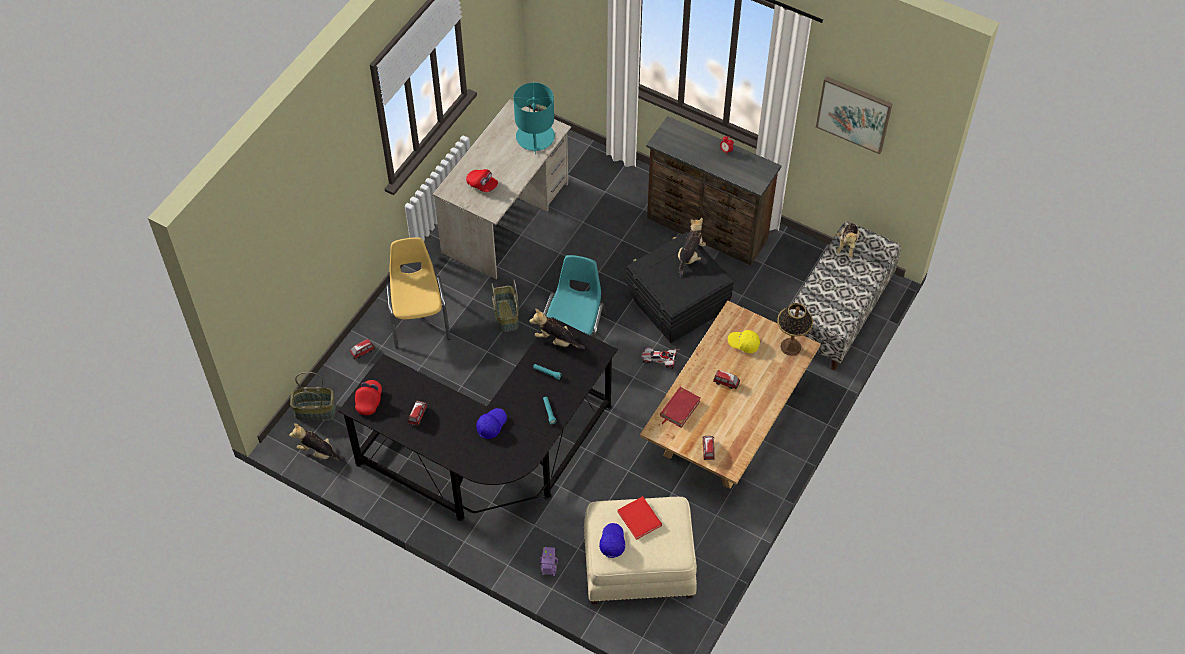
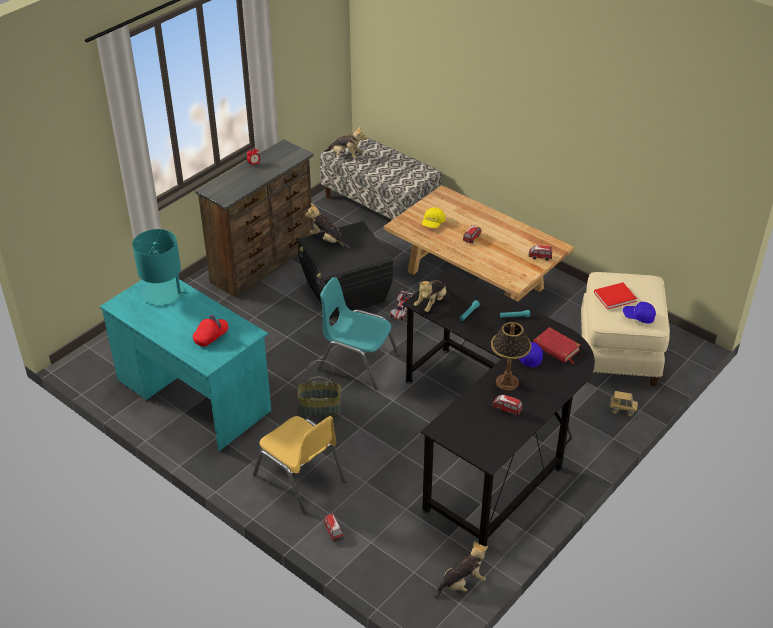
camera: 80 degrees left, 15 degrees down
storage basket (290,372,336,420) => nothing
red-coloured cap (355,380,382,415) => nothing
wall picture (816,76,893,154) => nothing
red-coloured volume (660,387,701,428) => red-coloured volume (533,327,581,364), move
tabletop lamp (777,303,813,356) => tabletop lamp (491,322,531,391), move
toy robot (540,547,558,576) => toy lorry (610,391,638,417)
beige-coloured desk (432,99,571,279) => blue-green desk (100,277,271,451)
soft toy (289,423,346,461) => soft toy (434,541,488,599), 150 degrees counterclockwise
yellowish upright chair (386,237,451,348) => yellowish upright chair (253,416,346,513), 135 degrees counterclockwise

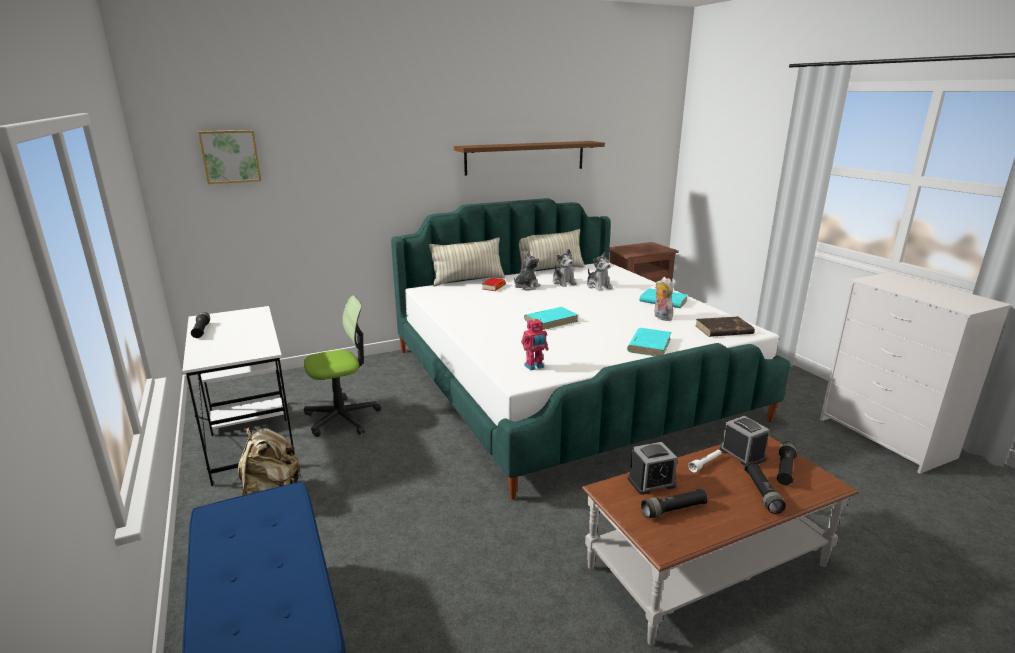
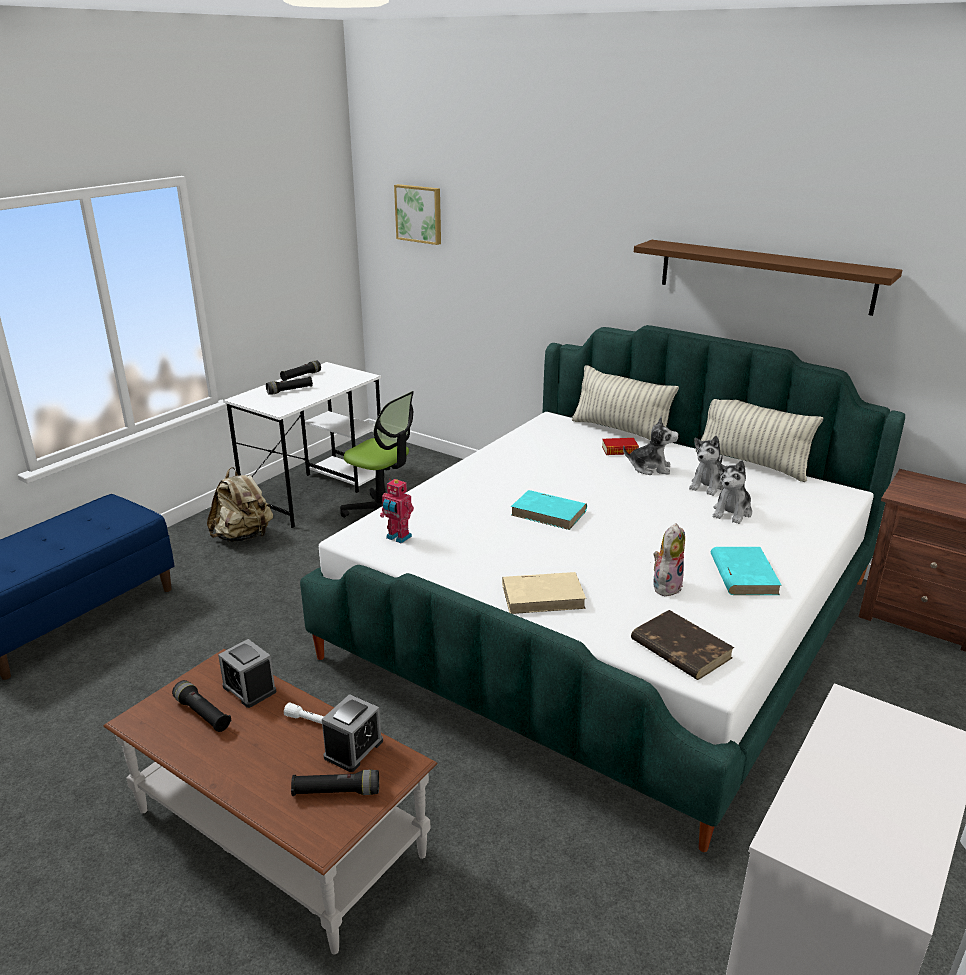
camera: 60 degrees right, 5 degrees up
black-coloured flashlight (744,462,786,514) => black-coloured flashlight (266,376,313,395), move
blue-green volume (627,328,671,356) => beige-coloured volume (502,572,586,614)

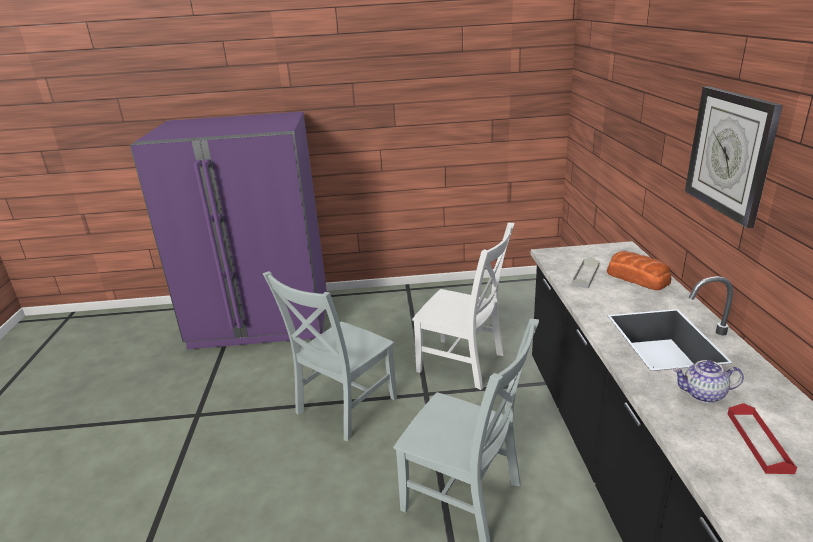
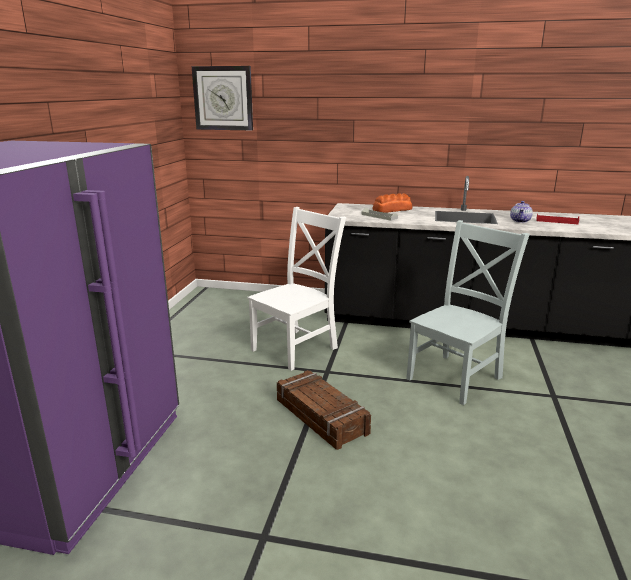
camera: 75 degrees left, 5 degrees down
clock on the wall (685,86,783,228) => clock on the wall (192,66,253,130), move
grey upright chair (262,271,397,441) => crate (277,370,371,450)

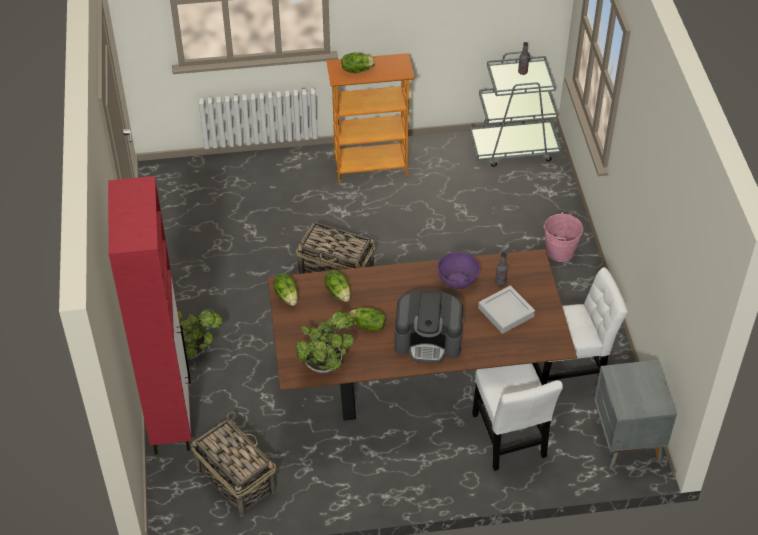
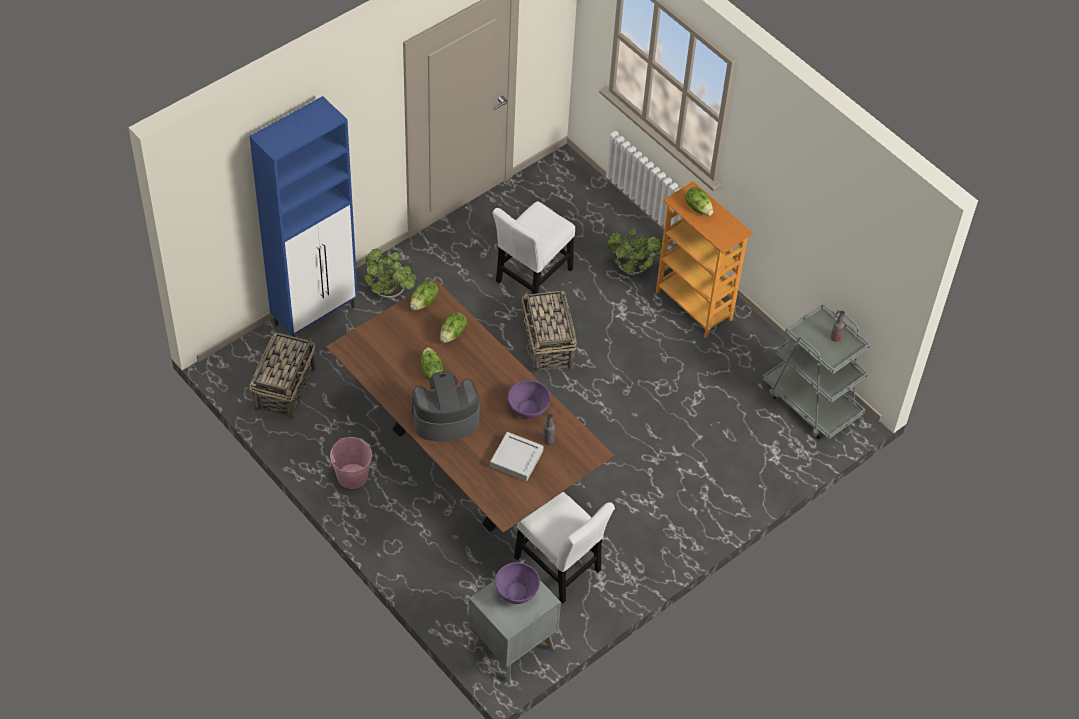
camera: 55 degrees right, 5 degrees up
nothing => purple deep dish (495,562,540,604)
plant in a pot (296,311,354,373) => plant in a pot (607,228,668,275), move
white-coloured upright chair (472,363,563,471) => white-coloured upright chair (493,201,575,294), move
pink-coloured water bucket (544,212,583,262) => pink-coloured water bucket (330,437,372,489), move
red-coloured storage cabinet (108,176,192,455) => blue storage cabinet (249,96,358,337)
coffee maker (394,290,463,363) => coffee maker (412,371,480,442), 105 degrees clockwise

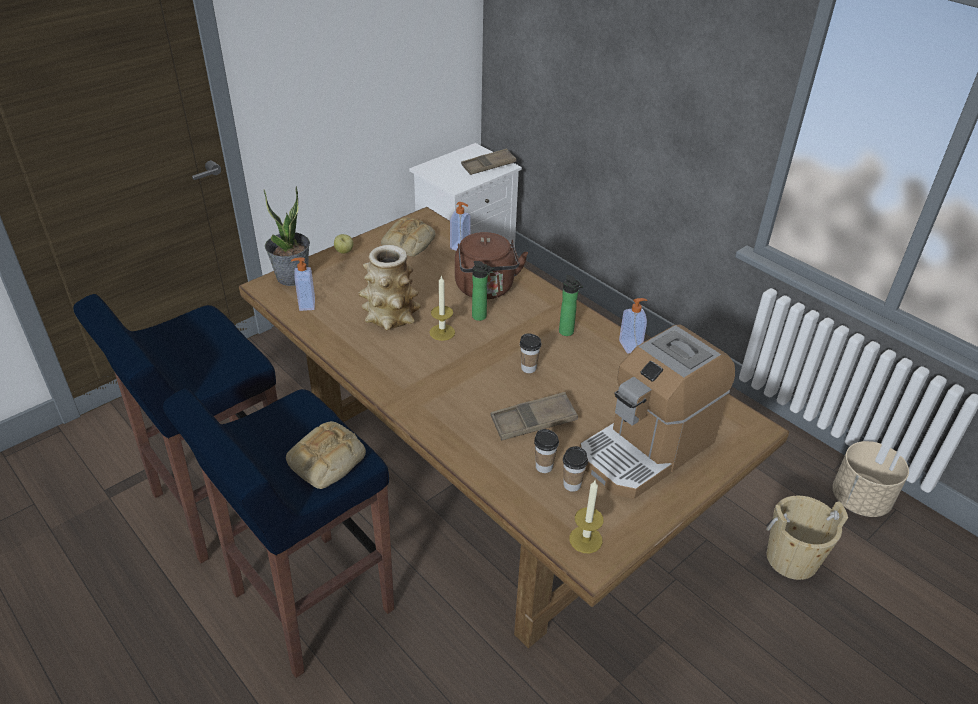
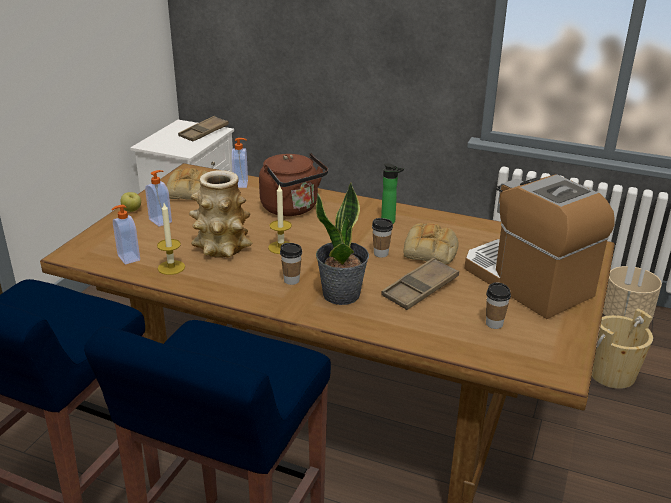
camera: 25 degrees left, 10 degrees down
drink bottle (472,261,494,321) => nothing
plant in a pot (264,186,310,286) => plant in a pot (316,182,369,305), move
baked bread (286,421,366,489) => baked bread (404,223,459,264), move
small cup (534,429,559,473) => small cup (280,243,302,285), move
candle (569,480,604,553) => candle (157,203,185,275), move
soap bottle (619,298,648,354) => soap bottle (145,170,172,227), move
coffee maker (580,325,735,499) => coffee maker (464,175,615,319), 120 degrees clockwise

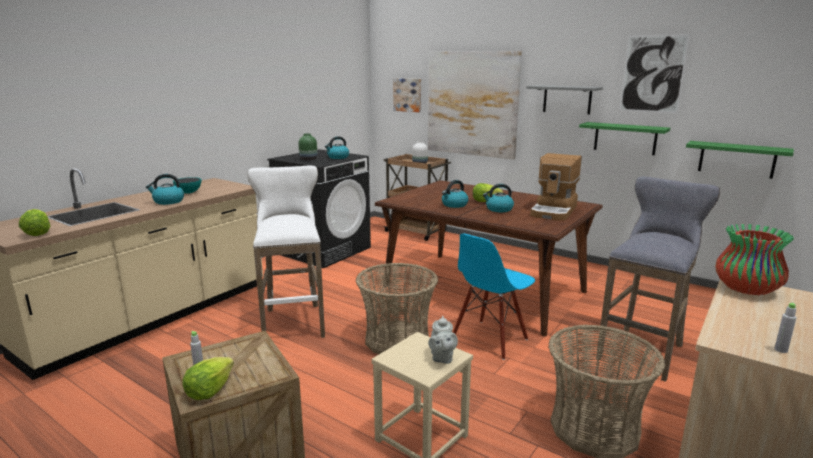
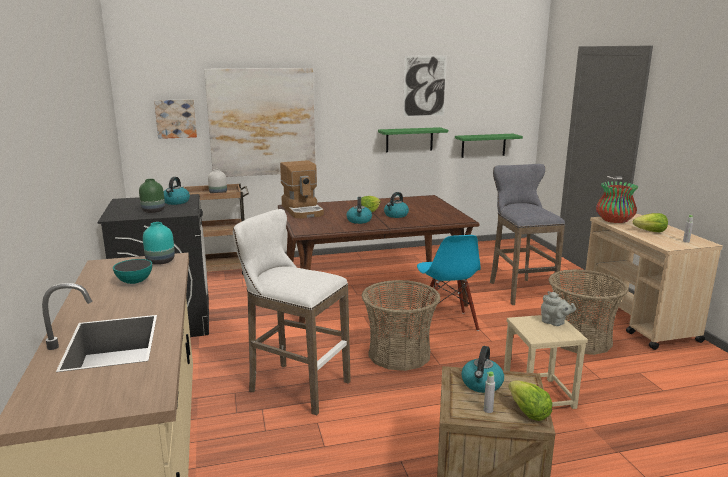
camera: 50 degrees left, 0 degrees up
grey wall shelf (526,85,603,115) => nothing
nothing => blue-green decorative vase (143,222,175,265)
head of lettuce (19,209,50,236) => head of lettuce (633,213,668,233), move
water kettle (146,174,184,205) => water kettle (461,346,504,393), move
coffee maker (530,153,582,221) => coffee maker (280,160,324,219), move

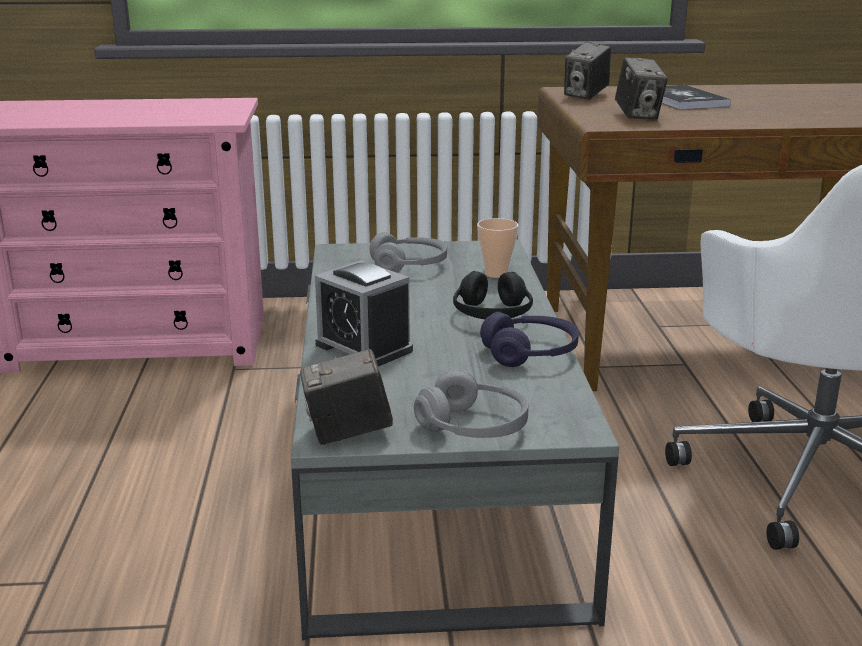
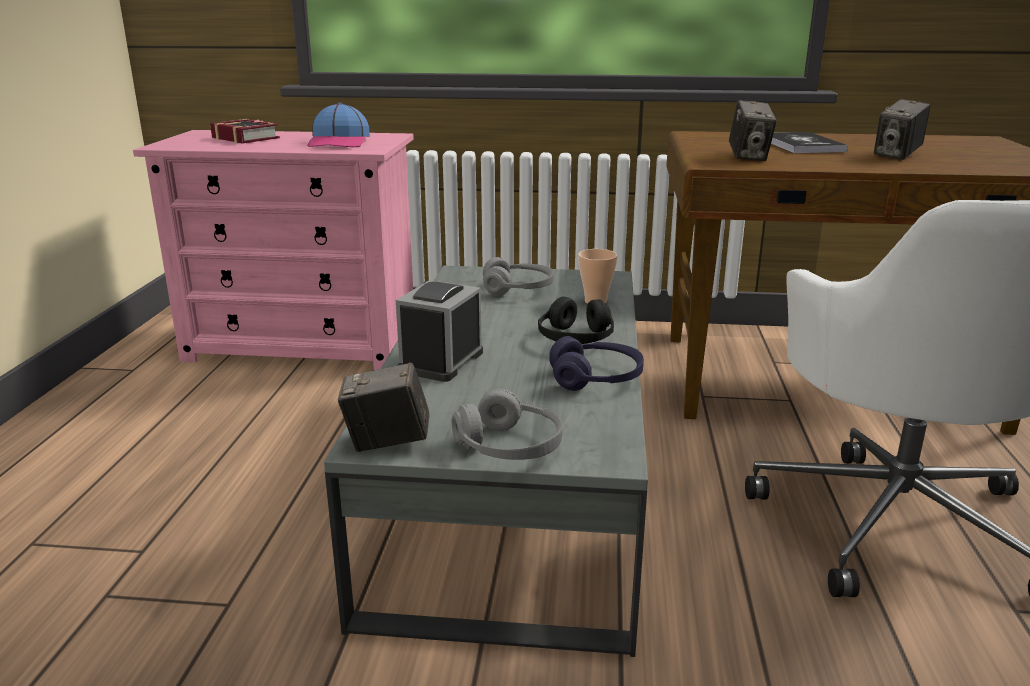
camera: 10 degrees right, 0 degrees up
nothing => volume (210,119,280,143)
nothing => cap (307,103,370,147)
photo camera (564,42,611,100) => photo camera (874,99,930,160), move
bedside clock (315,261,413,367) => bedside clock (396,280,483,382), 60 degrees clockwise

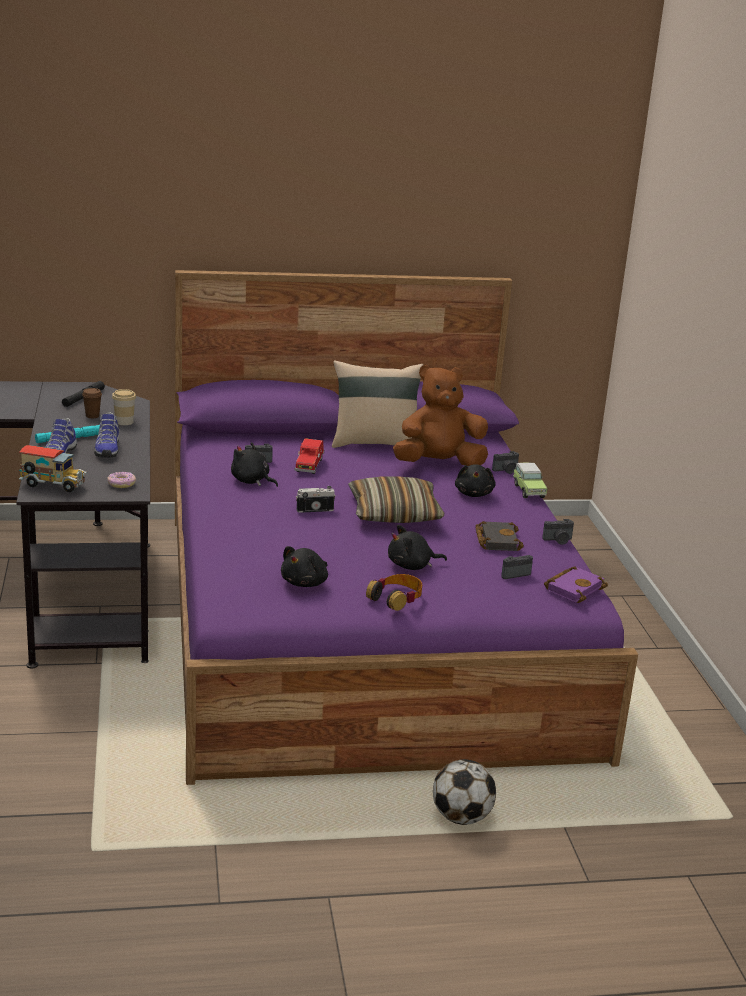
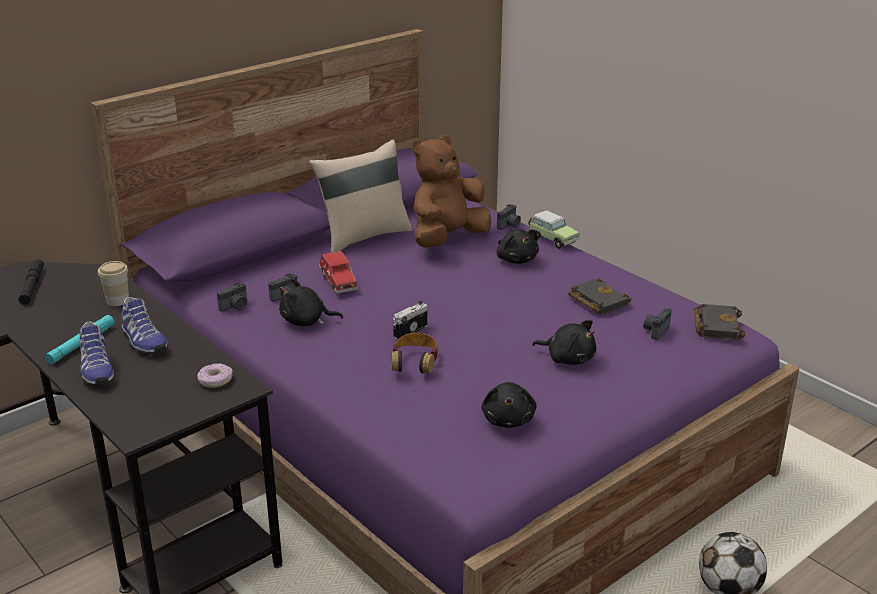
camera: 30 degrees left, 5 degrees up
toy lorry (19,445,87,492) => nothing
brown small cup (82,388,102,418) => nothing
cushion (348,477,444,523) => nothing
headset (366,574,422,611) => headset (392,333,438,373), move
photo camera (542,519,574,545) => photo camera (217,282,247,312), move
purple volume (544,566,608,603) => black-coloured volume (694,304,745,340)
black-coloured soft toy (388,525,447,570) => black-coloured soft toy (532,320,596,365), 105 degrees counterclockwise

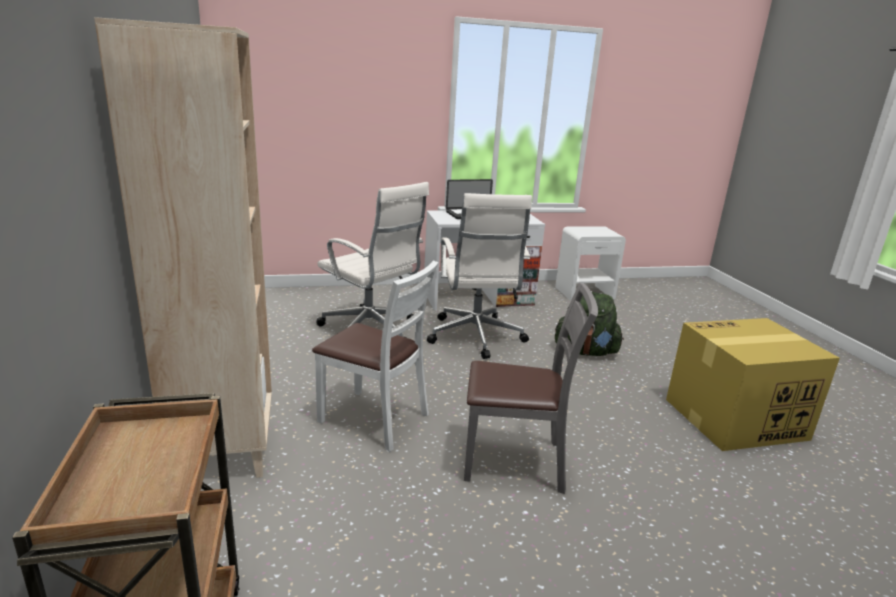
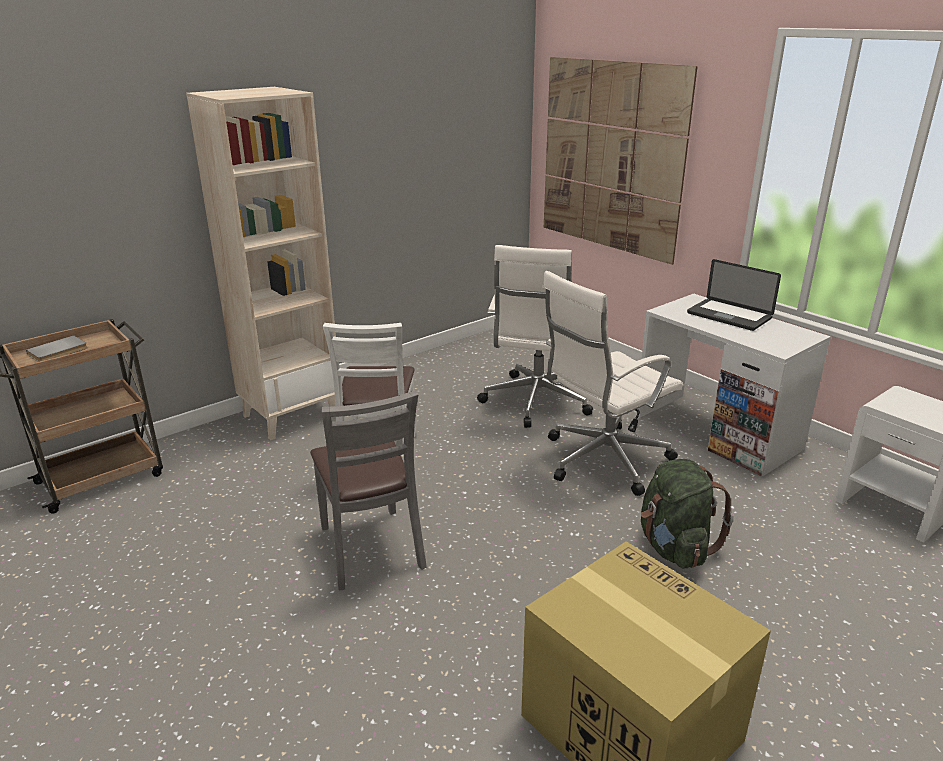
camera: 65 degrees right, 5 degrees up
nothing => grey volume (26,335,88,362)
nothing => wall picture (544,57,698,265)

